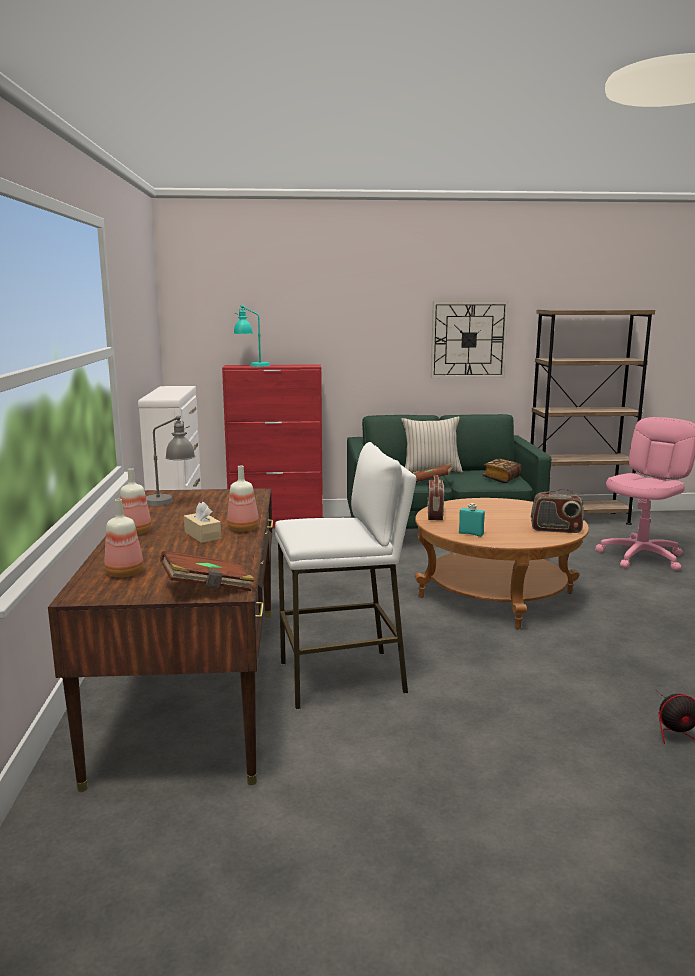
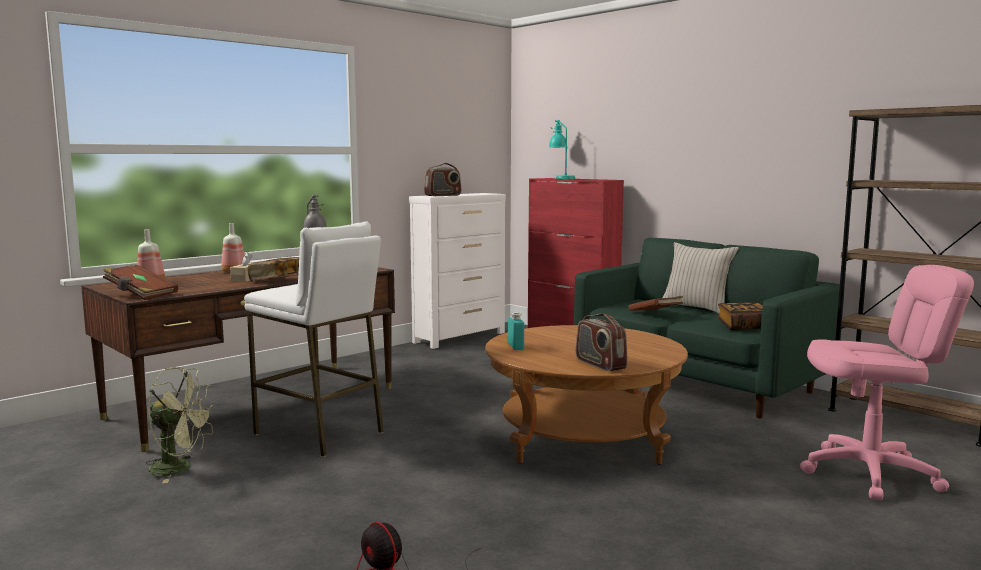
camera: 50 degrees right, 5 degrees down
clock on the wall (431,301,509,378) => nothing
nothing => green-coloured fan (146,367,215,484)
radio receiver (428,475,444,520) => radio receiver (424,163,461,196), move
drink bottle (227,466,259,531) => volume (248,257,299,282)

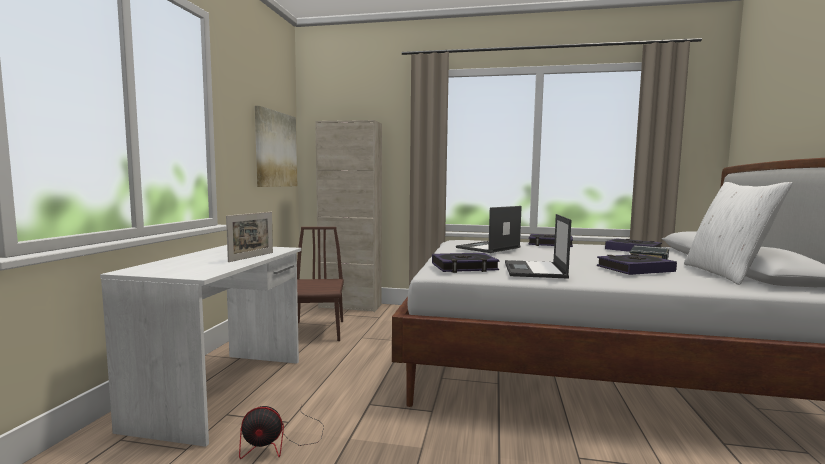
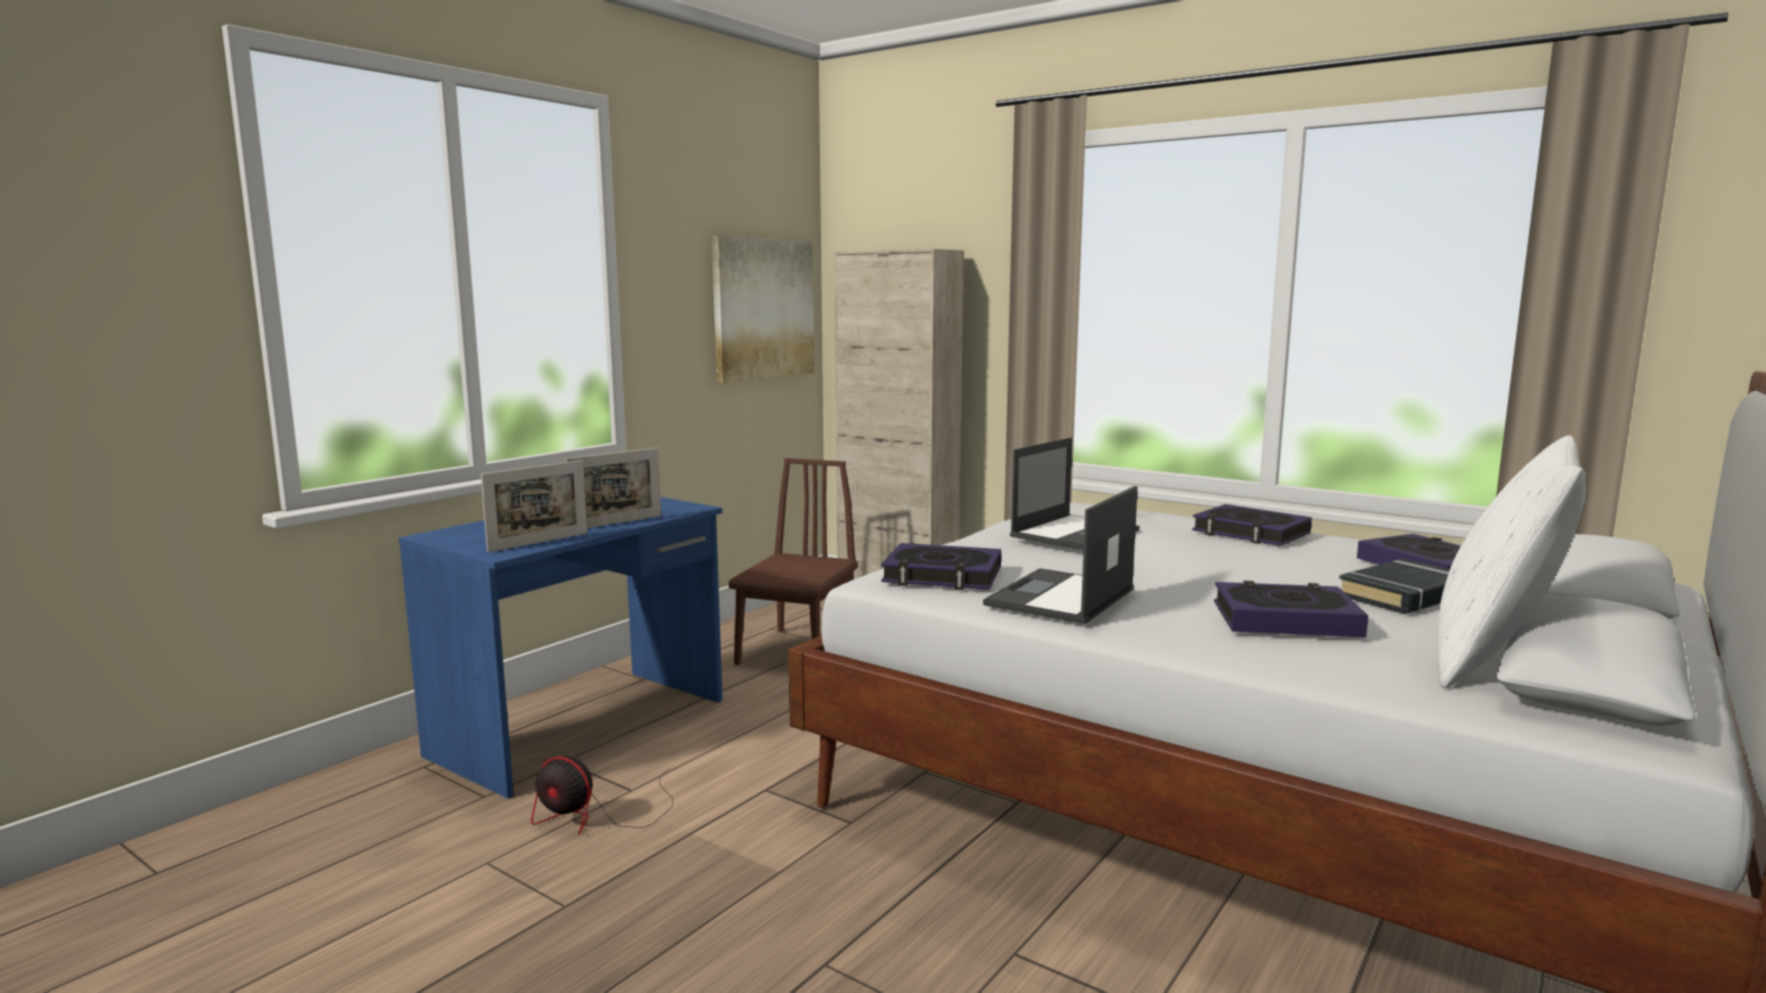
camera: 25 degrees right, 5 degrees up
nothing => picture frame (481,460,587,552)
white-coloured desk (100,245,301,447) => blue desk (398,497,722,799)
portable computer (456,206,522,253) => portable computer (1010,438,1140,550), 150 degrees clockwise

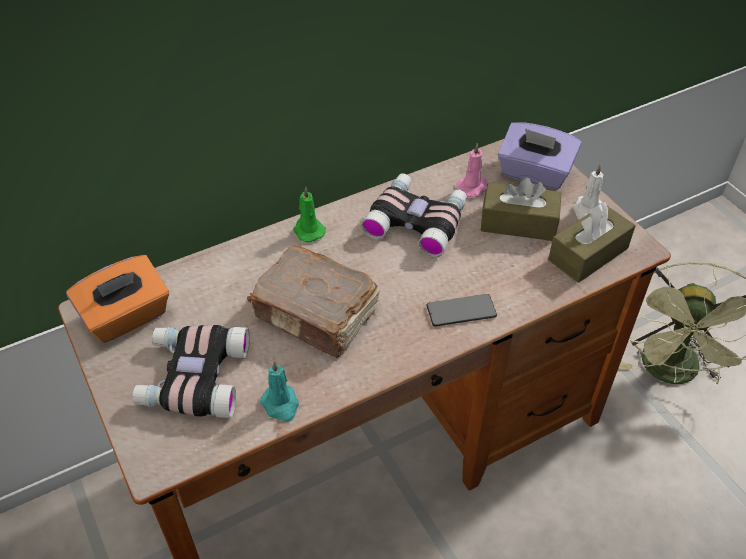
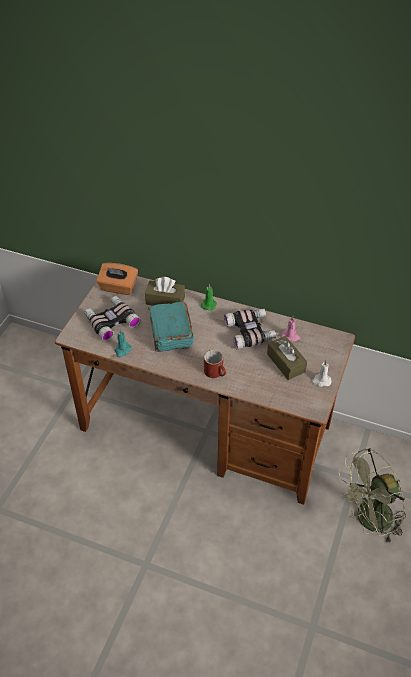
camera: 50 degrees right, 0 degrees up
purple tissue box (498,122,582,190) => nothing
brown tissue box (548,202,635,283) => brown tissue box (145,277,185,306), move
handset (427,294,497,327) => red-coloured tea mug (204,350,226,378)
brown volume (247,245,379,358) => blue-green volume (148,302,194,352)

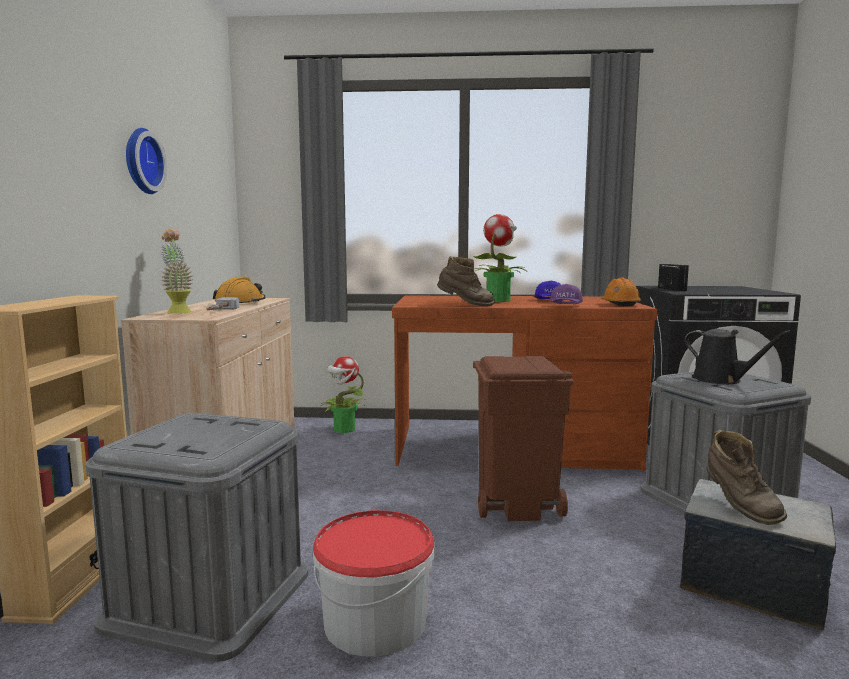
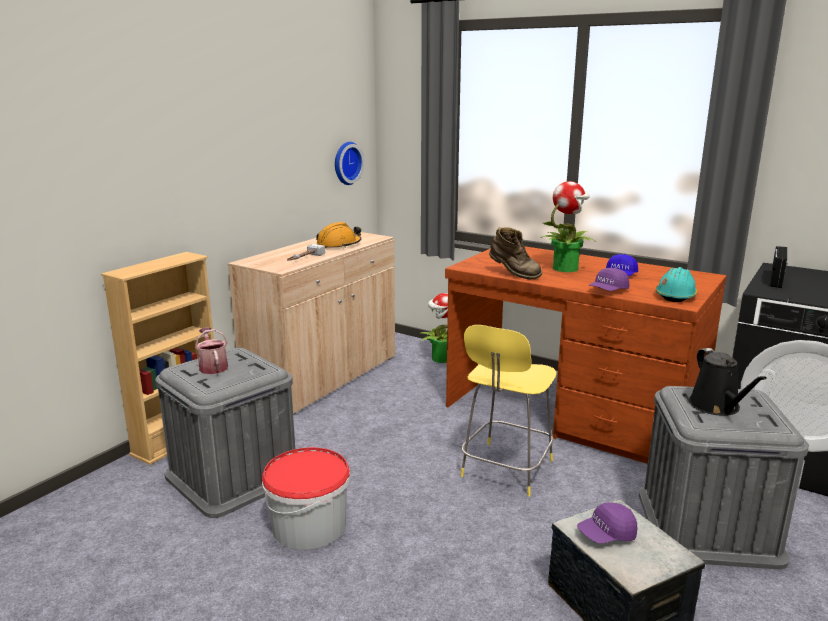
camera: 30 degrees right, 10 degrees up
plant in a pot (160,229,194,314) => nothing
nothing => watering pot (195,327,228,374)
clock on the wall (126,128,167,194) => clock on the wall (335,142,364,185), move
brown trash can (473,356,574,521) => yellowish stool (460,325,556,496)
brown boot (707,429,787,525) => purple cap (577,502,638,544)
orange-coloured safety helmet (601,277,641,307) => blue-green safety helmet (656,267,698,302)

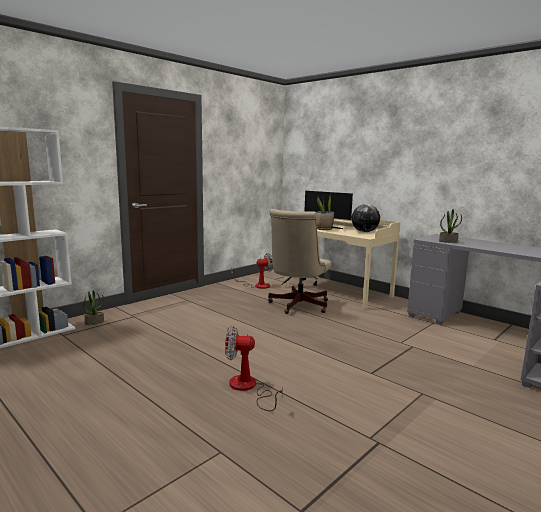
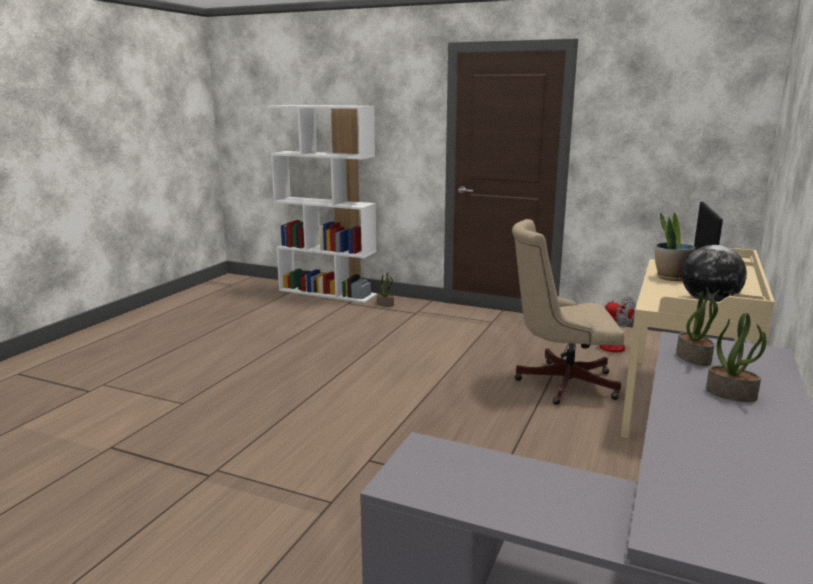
camera: 70 degrees right, 5 degrees up
fan (225,326,283,411) => nothing
nothing => plant in a pot (706,313,766,402)

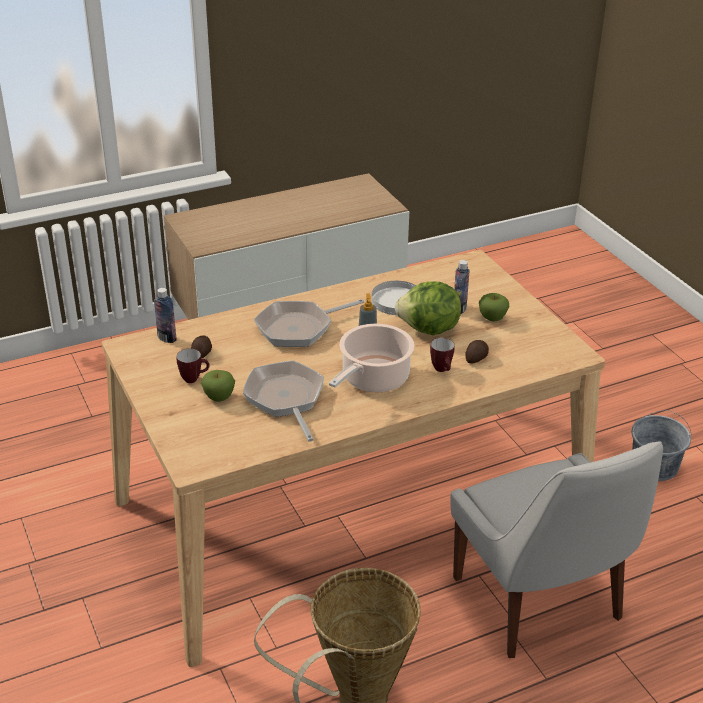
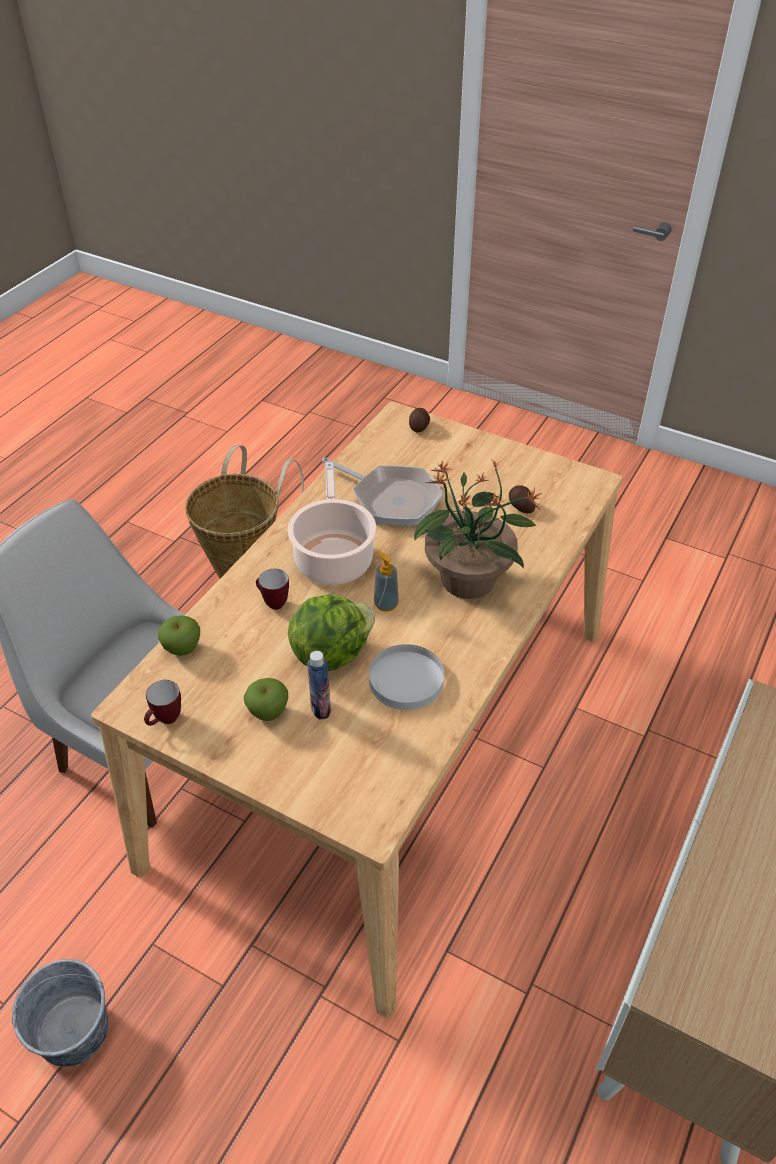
camera: 145 degrees right, 10 degrees up
drink bottle (154,288,177,343) => nothing
tea mug (176,349,210,383) => tea mug (144,680,181,726), move
whole apple (201,370,235,402) => whole apple (158,615,200,656), move
spud (466,340,489,364) => spud (409,408,430,432), move
pan (254,299,364,347) => plant in a pot (414,460,542,599)

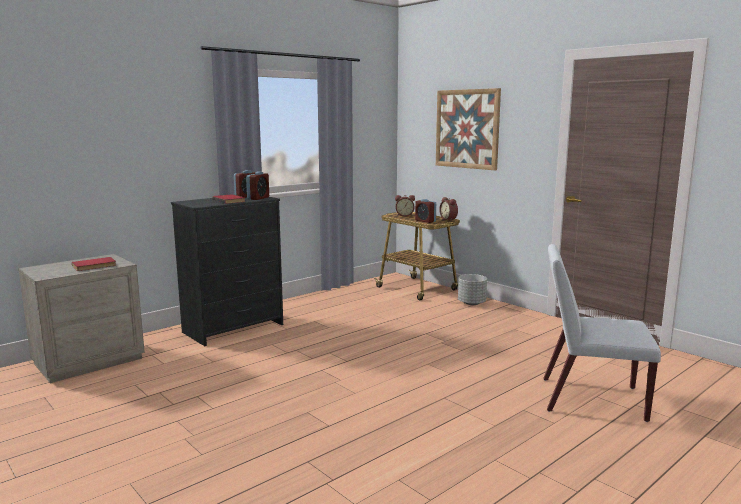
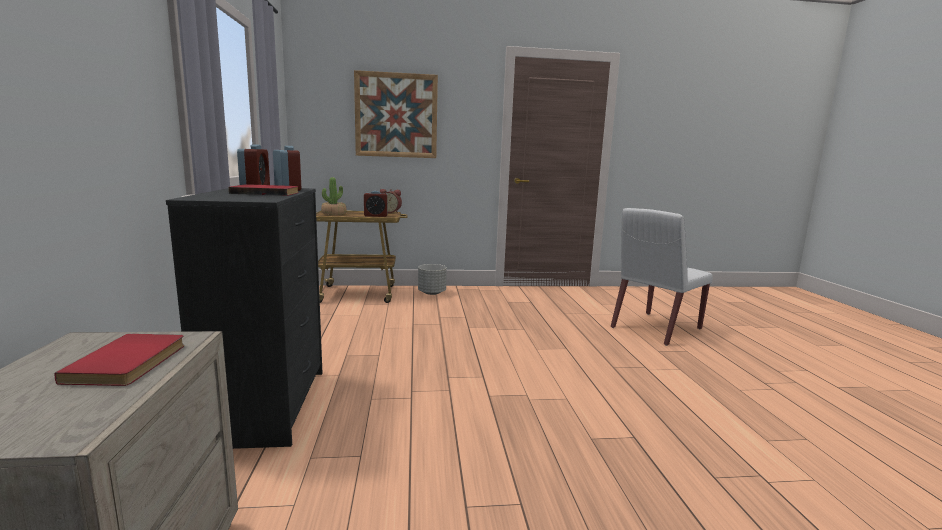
camera: 55 degrees left, 0 degrees up
bedside clock (395,195,415,216) => plant in a pot (321,177,347,215)

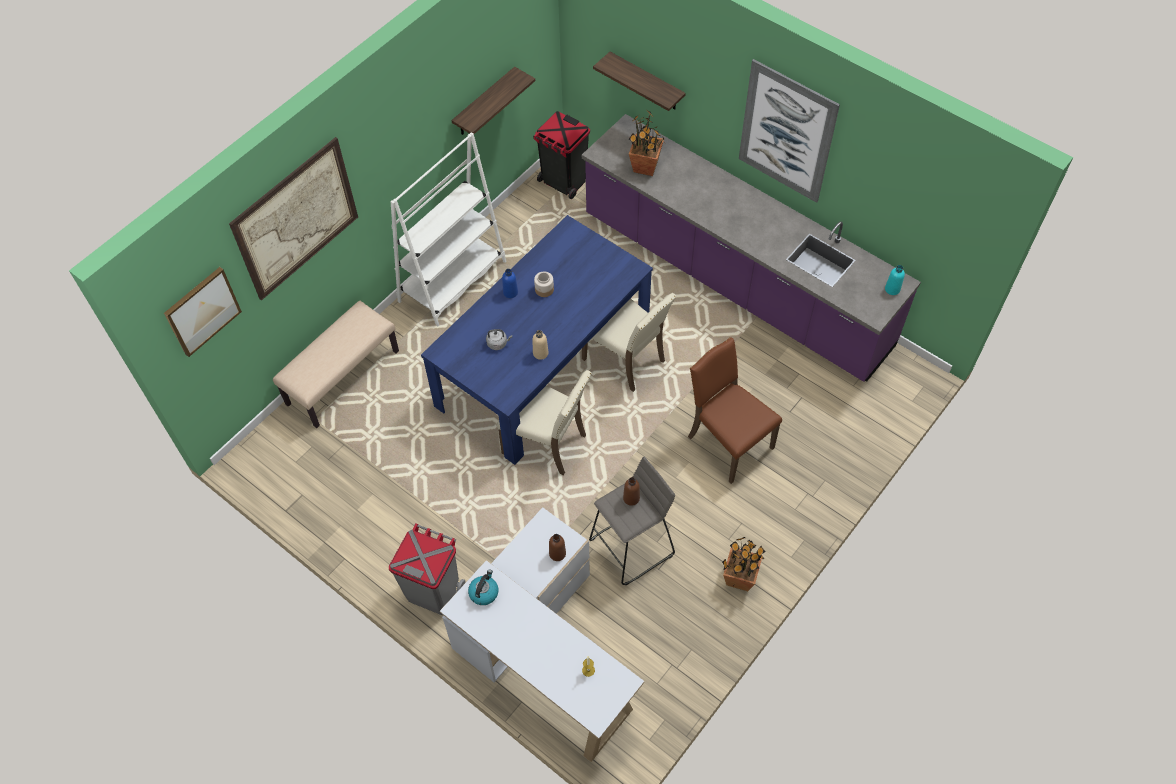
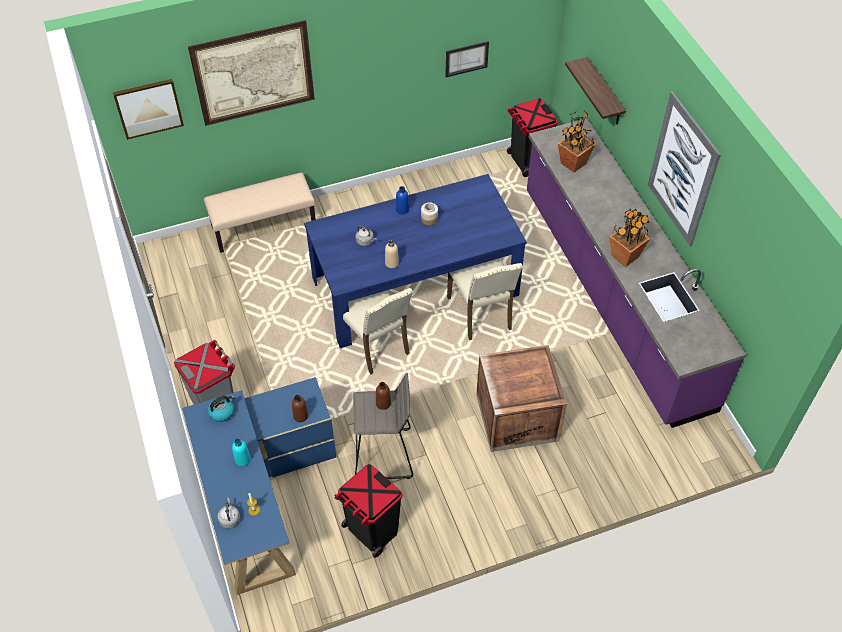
camera: 30 degrees right, 5 degrees down
white-coloured bookshelf (391,133,506,326) => nothing
nothing => grey water kettle (217,498,240,528)
nothing => black-coloured trash can (335,464,403,558)
plant in a pot (722,537,766,591) => plant in a pot (609,209,650,267), move
blue-green drink bottle (885,265,905,295) => blue-green drink bottle (232,438,251,466), move
wall shelf (451,67,535,135) => wall picture (445,41,489,77)
brown upright chair (688,337,782,484) => crate (476,345,567,452)
white-coloured desk (440,507,644,762) => blue desk (182,377,336,595)

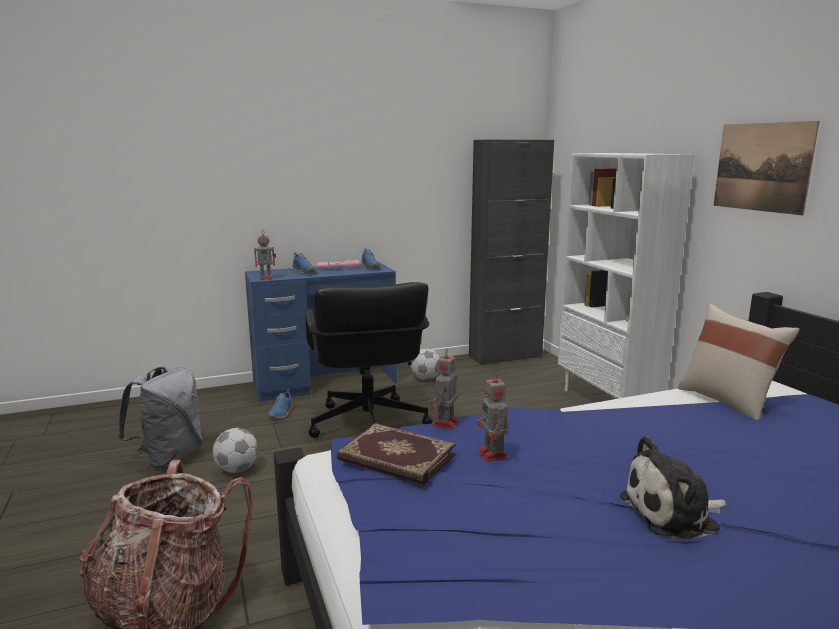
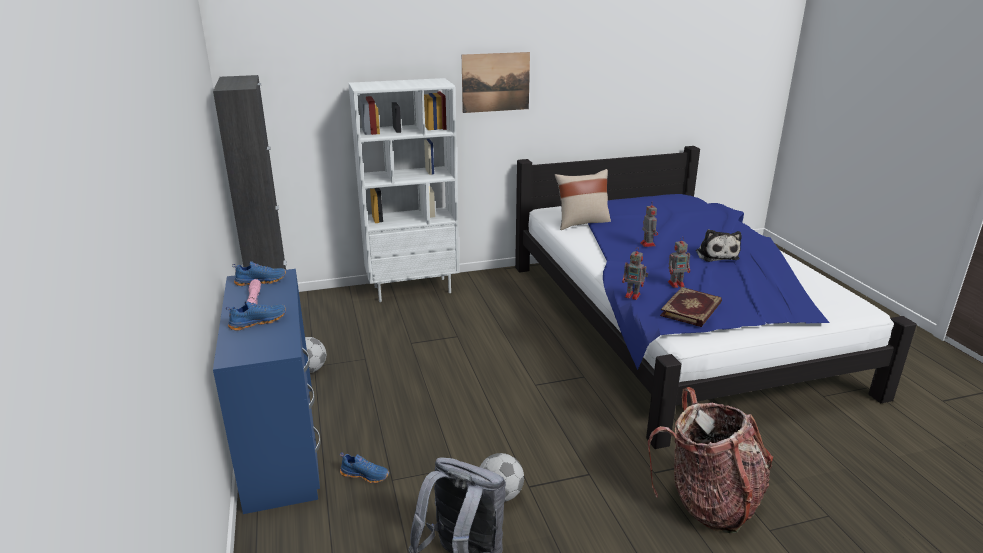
camera: 85 degrees left, 10 degrees up
black-coloured desk chair (305,282,433,438) => nothing
toy robot (254,230,276,280) => toy robot (640,202,658,247), move

